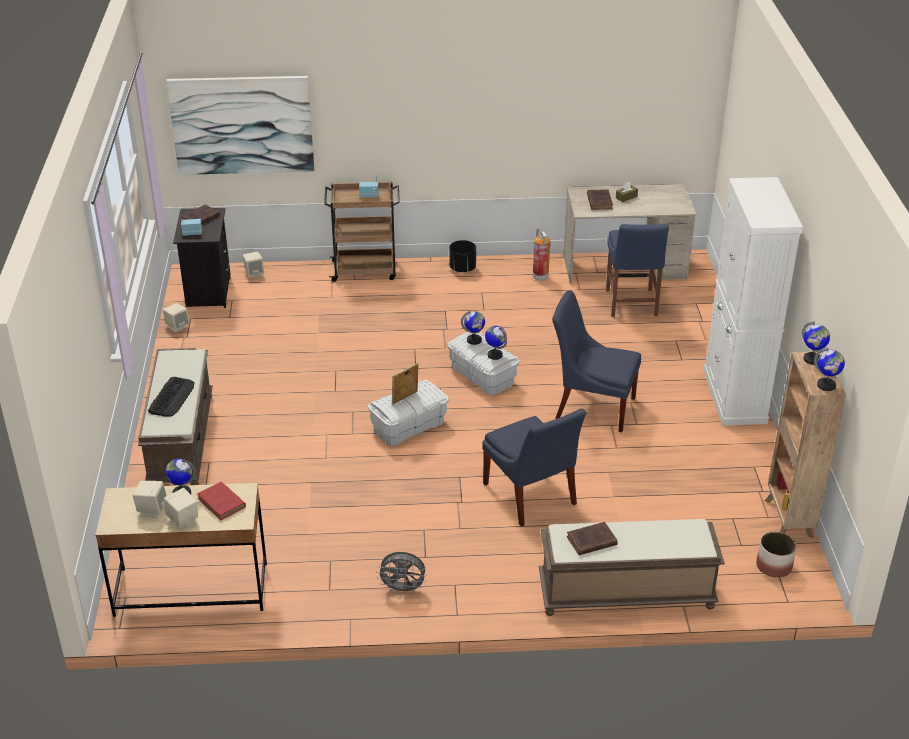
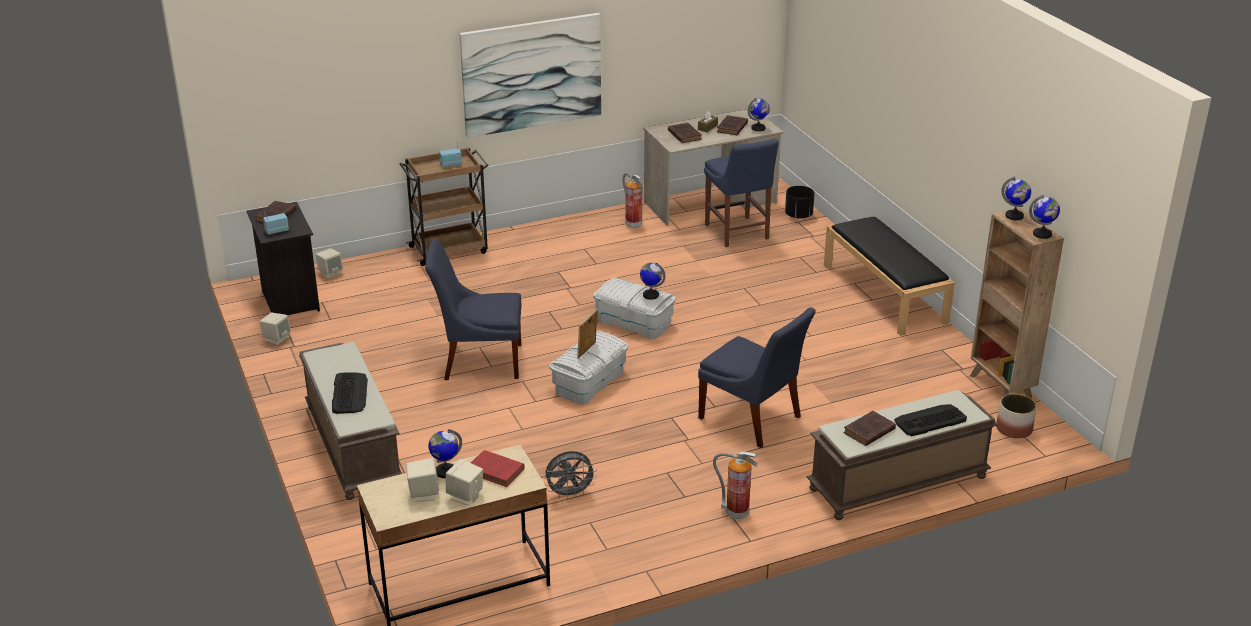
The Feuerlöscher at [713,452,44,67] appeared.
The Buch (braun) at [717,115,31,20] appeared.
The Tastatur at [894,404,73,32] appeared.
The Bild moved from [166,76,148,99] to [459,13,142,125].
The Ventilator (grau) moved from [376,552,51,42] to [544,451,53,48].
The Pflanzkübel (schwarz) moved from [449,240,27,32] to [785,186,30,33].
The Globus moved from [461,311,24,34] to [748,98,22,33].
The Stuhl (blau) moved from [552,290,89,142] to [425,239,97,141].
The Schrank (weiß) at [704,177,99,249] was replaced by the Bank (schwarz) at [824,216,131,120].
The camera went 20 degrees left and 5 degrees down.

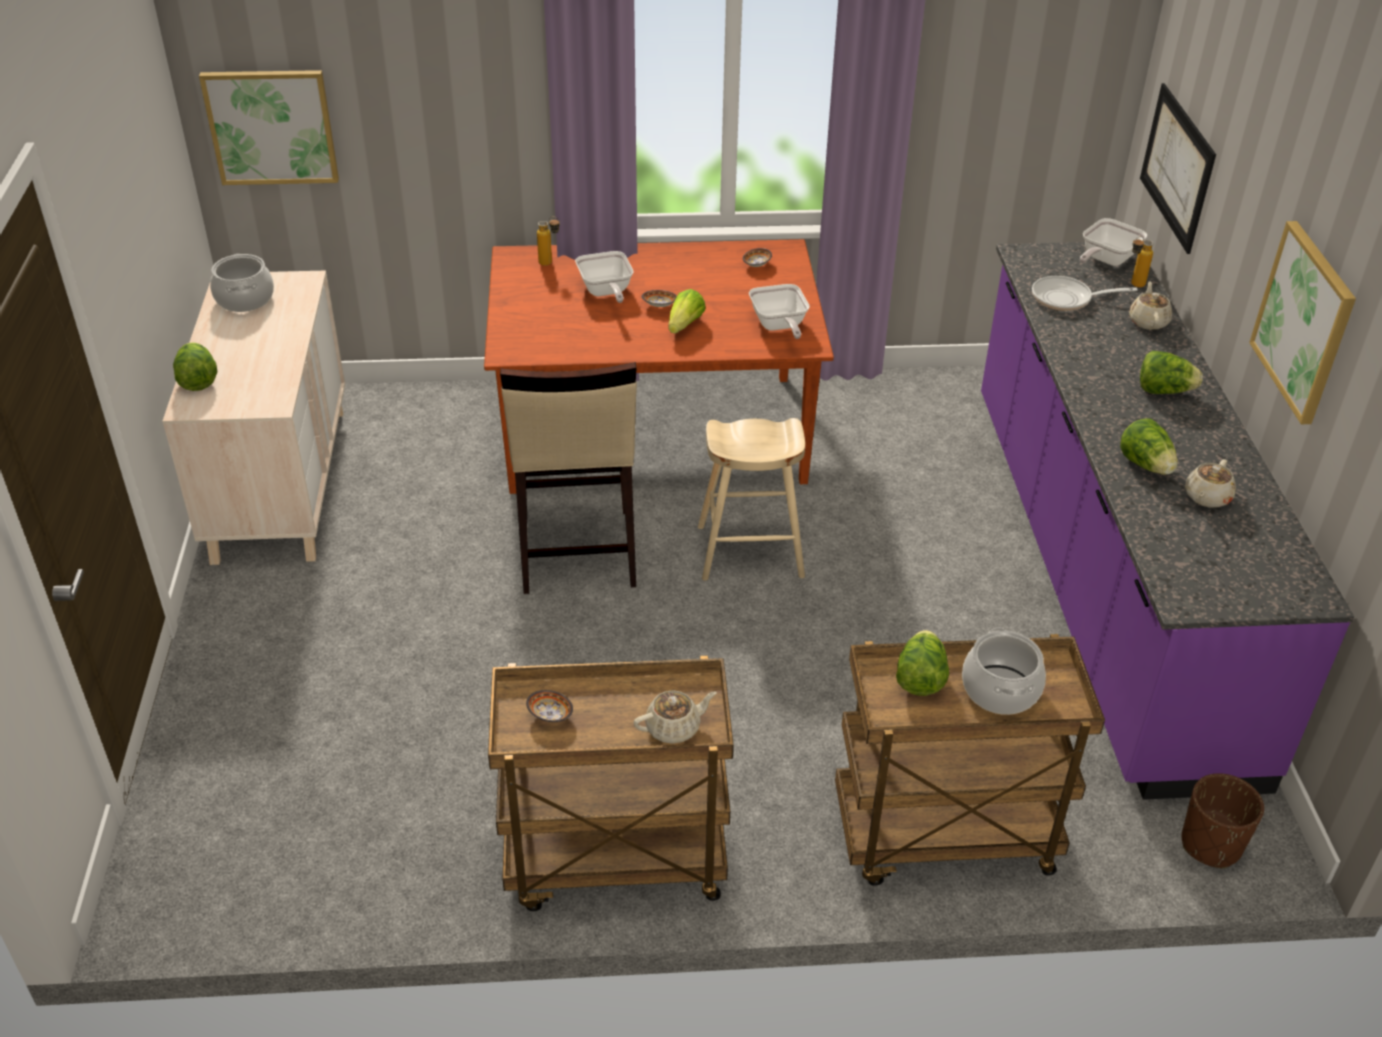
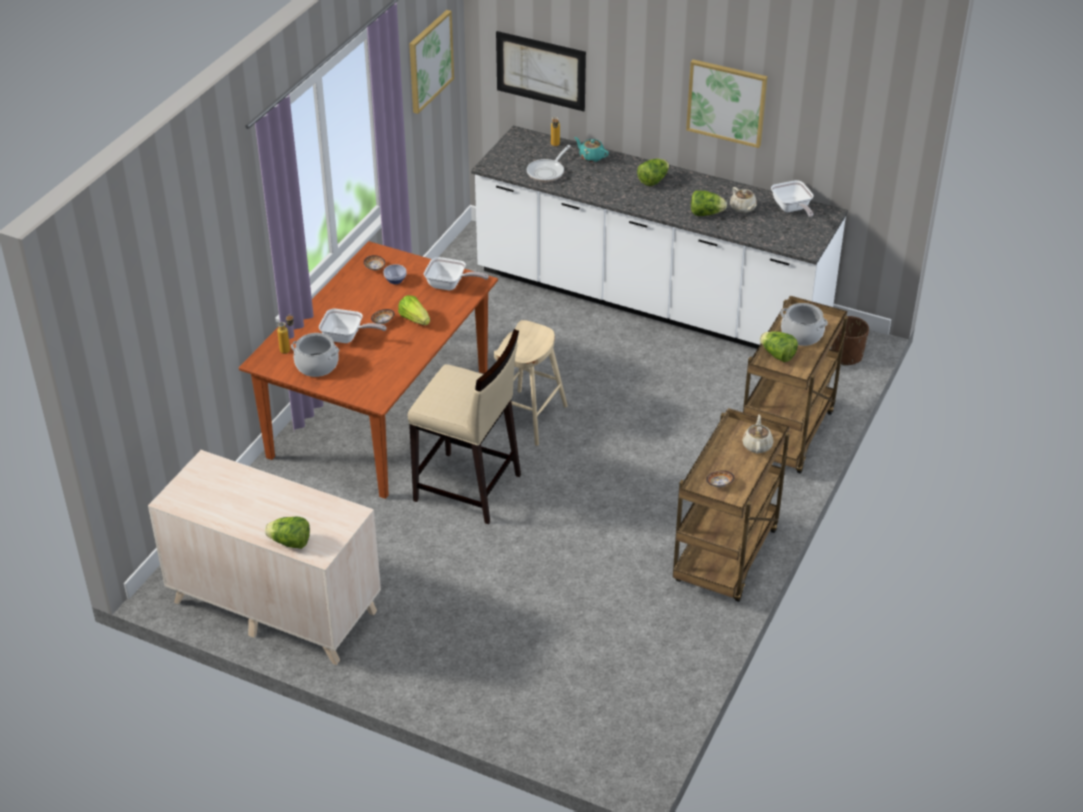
The Schüssel at [384,264,23,20] appeared.
The Bild moved from [199,70,140,115] to [409,10,45,104].
The Kochtopf moved from [210,254,64,58] to [291,333,49,44].
The Pfanne moved from [1080,218,67,48] to [771,180,43,37].
The Küchenzeile (lila) at [981,242,373,558] became the Küchenzeile (weiß) at [471,126,377,223].
The Teekanne (beige) at [1129,281,43,49] became the Teekanne (türkis) at [574,137,35,25].
The camera went 60 degrees left and 0 degrees up.

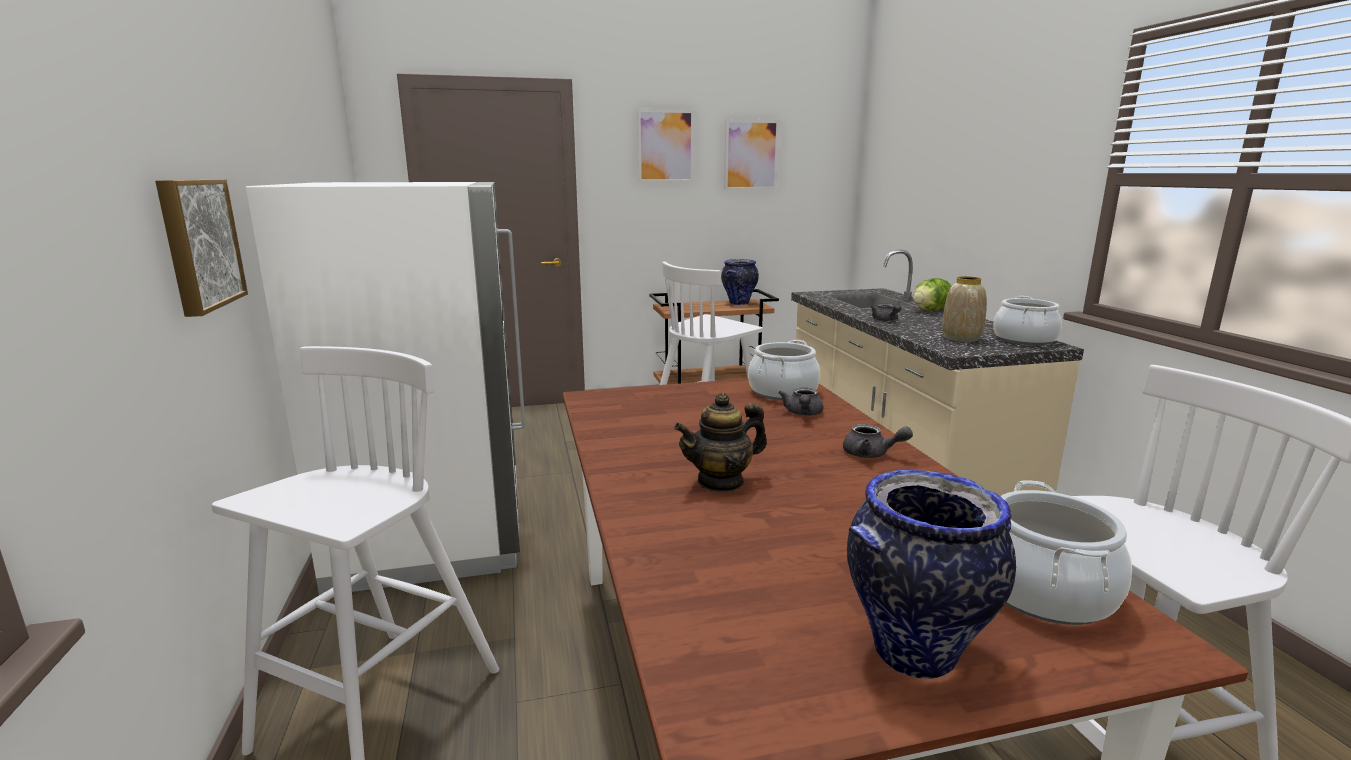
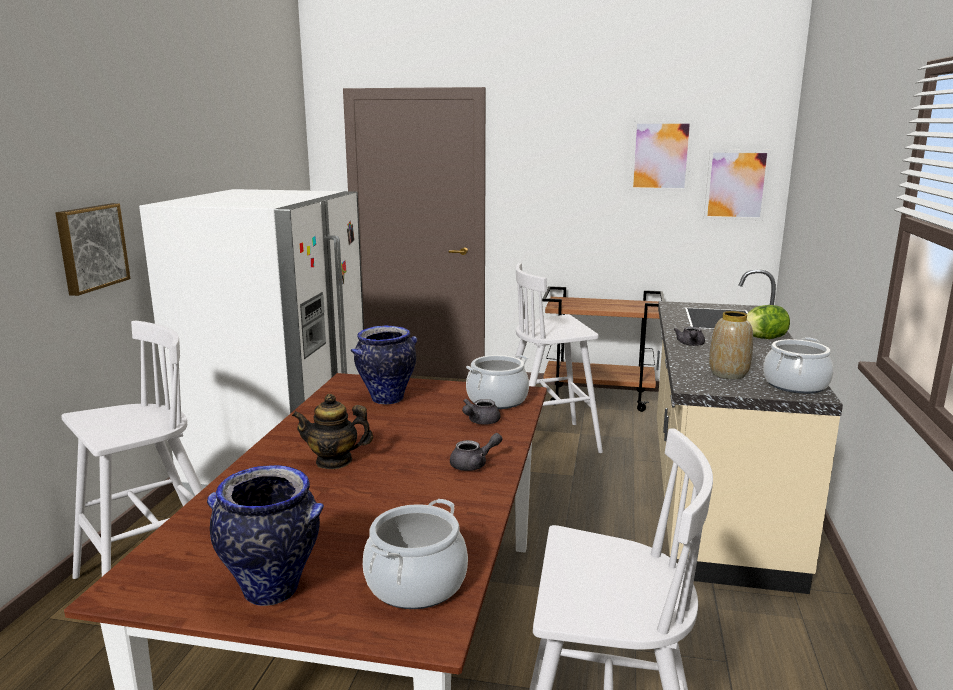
The Bild moved from [637,109,57,73] to [704,149,67,72].
The Vase moved from [721,259,38,46] to [351,325,66,80].
The Teekanne (grau) at [843,424,70,34] turned 75 degrees counterclockwise.
The camera went 25 degrees right and 0 degrees up.

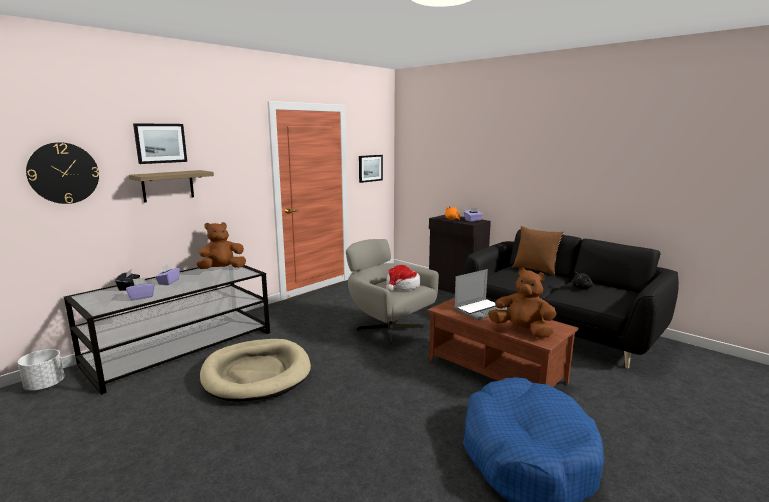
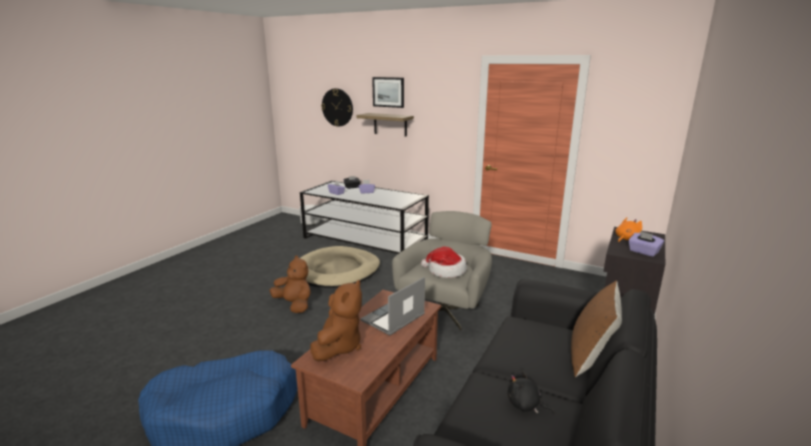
The Bild at [359,155,24,28] disappeared.
The Plüschtier (braun) moved from [196,222,50,47] to [270,255,40,58].
The Laptop at [454,269,54,51] turned 90 degrees clockwise.
The camera went 75 degrees right and 5 degrees up.

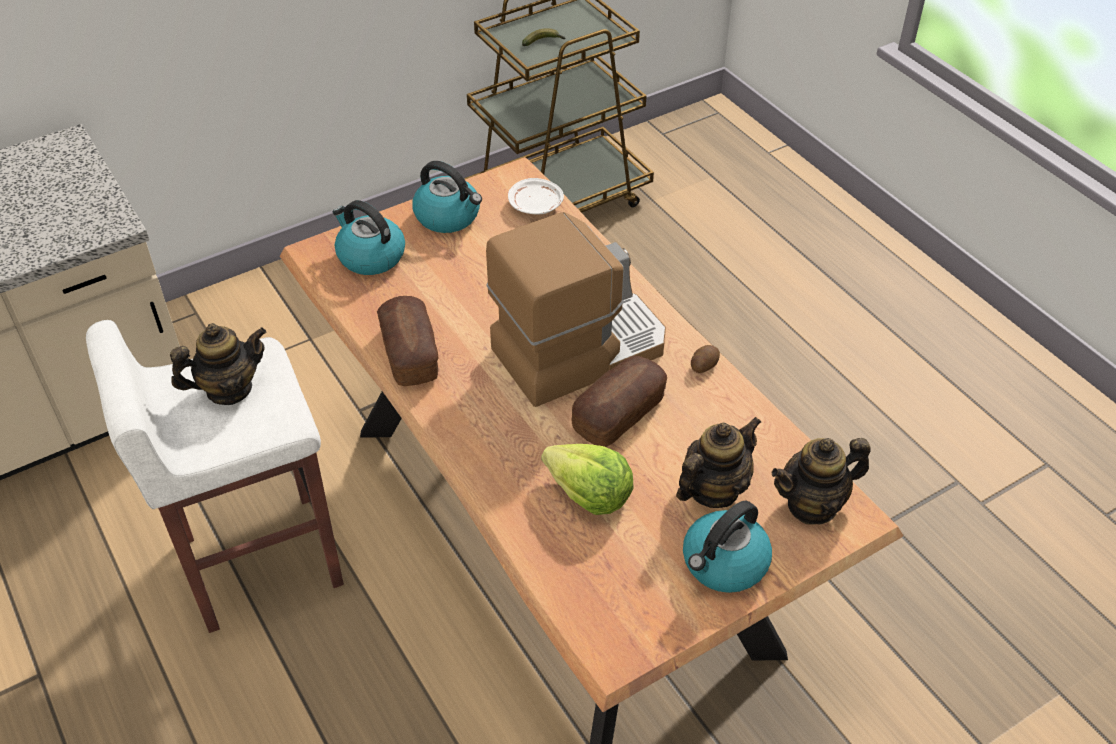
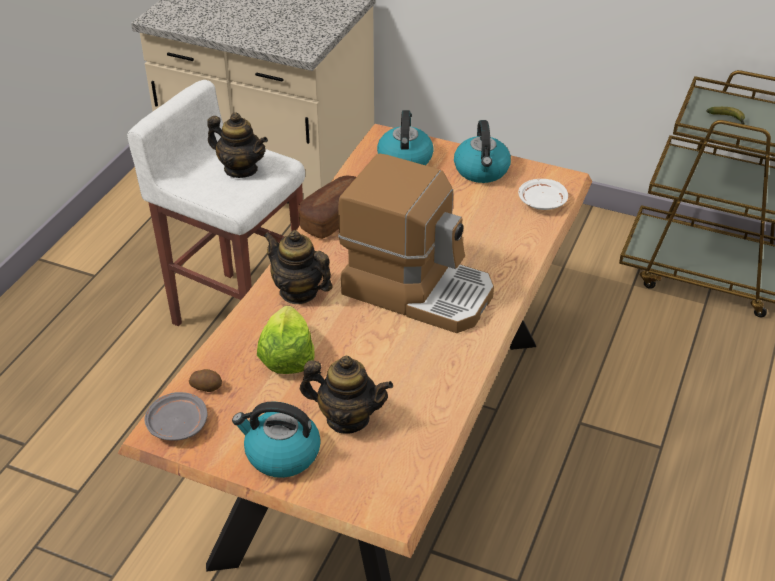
The Brot at [571,356,96,91] disappeared.
The Teller (grau) at [144,392,63,49] appeared.
The Kartoffel moved from [691,345,29,28] to [189,369,33,23].
The Teekanne moved from [772,438,99,87] to [263,230,70,74].
The camera went 55 degrees right and 5 degrees down.

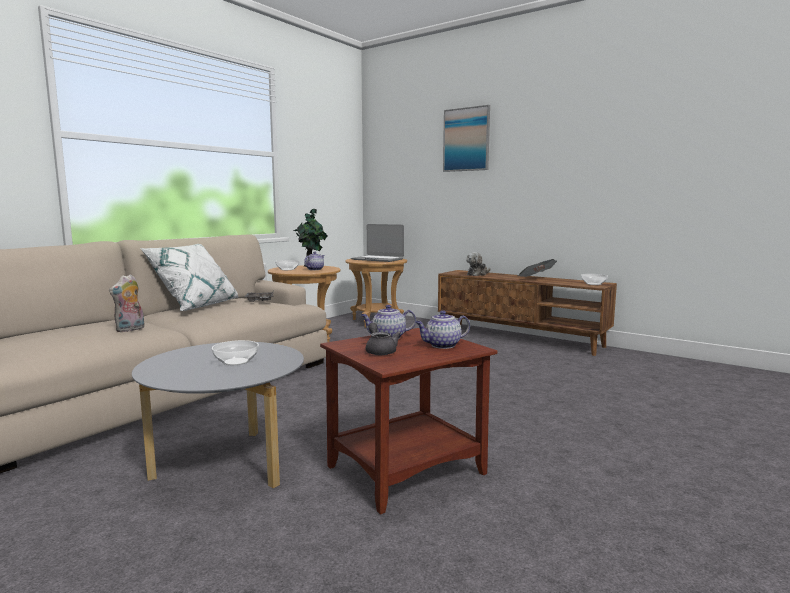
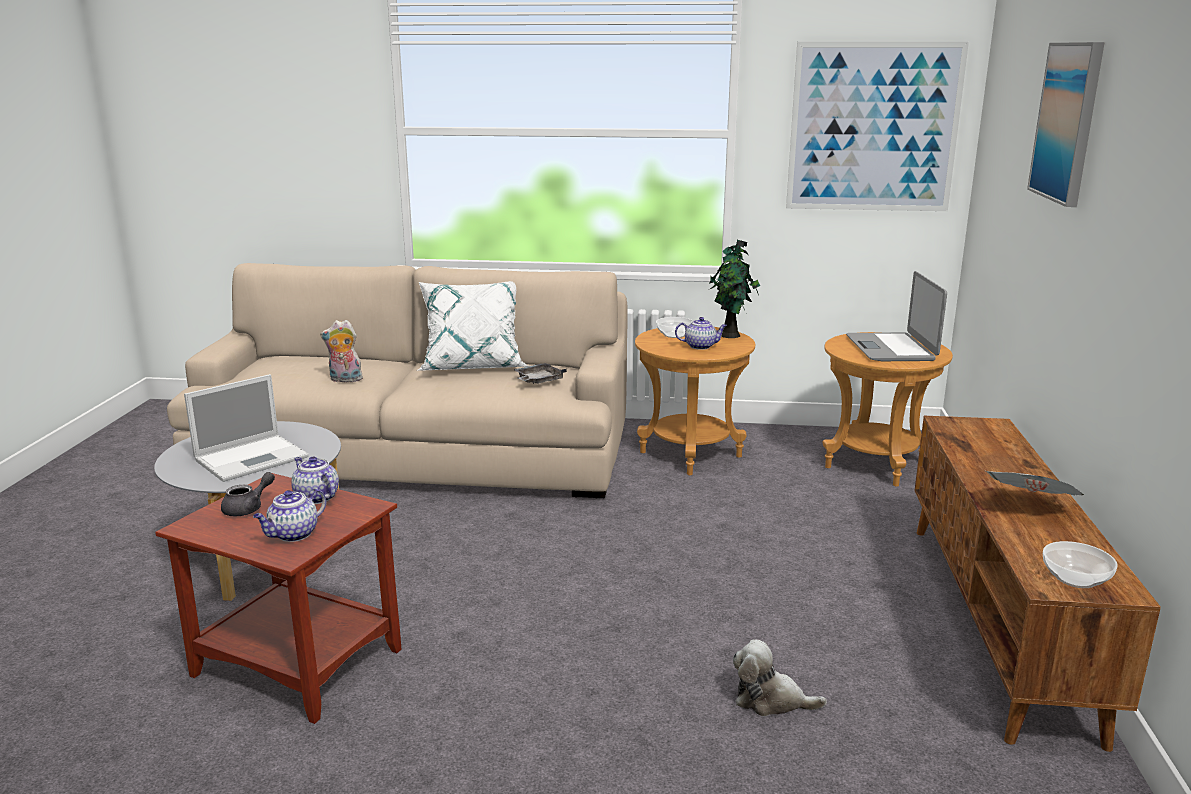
The Bild at [786,42,183,169] appeared.
The Plüschtier moved from [466,252,25,24] to [733,639,94,77].
The Schüssel at [212,340,47,25] was replaced by the Laptop at [184,374,125,108].
The Teekanne at [415,311,55,38] turned 90 degrees counterclockwise.
The camera went 60 degrees right and 10 degrees up.

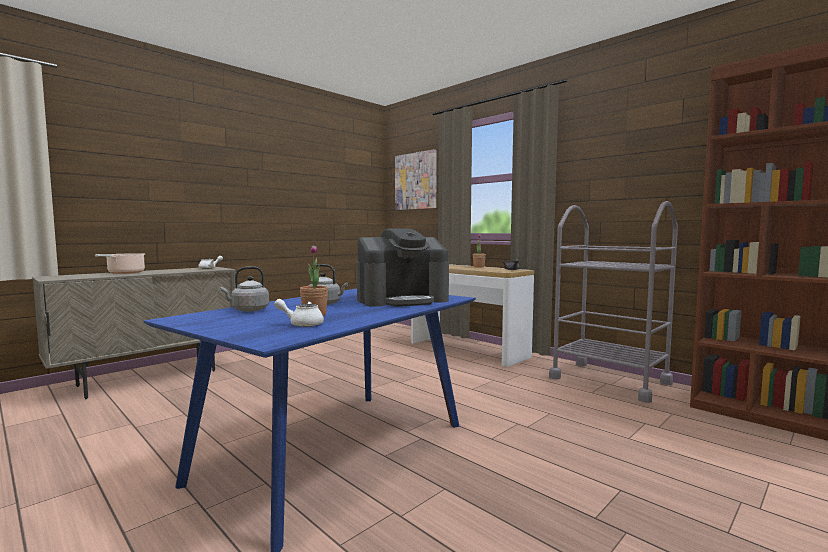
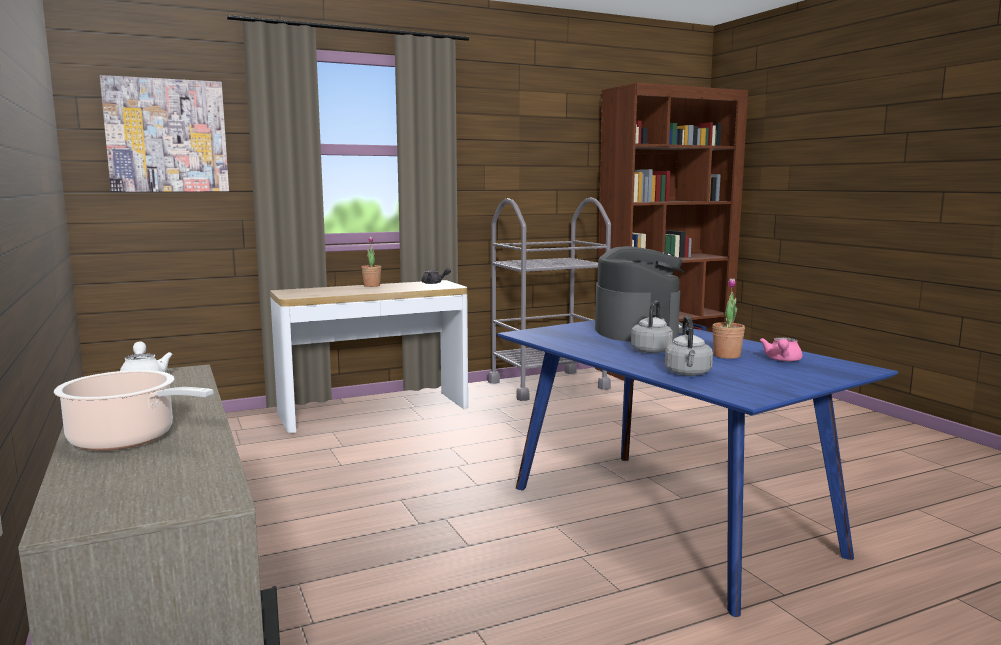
The Teekanne (weiß) at [274,299,50,28] became the Teekanne (rosa) at [760,337,42,25].
The camera went 70 degrees left and 5 degrees up.

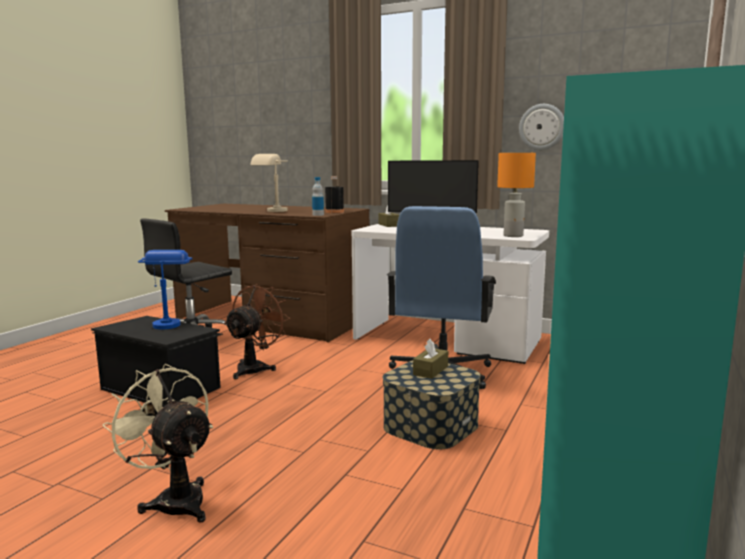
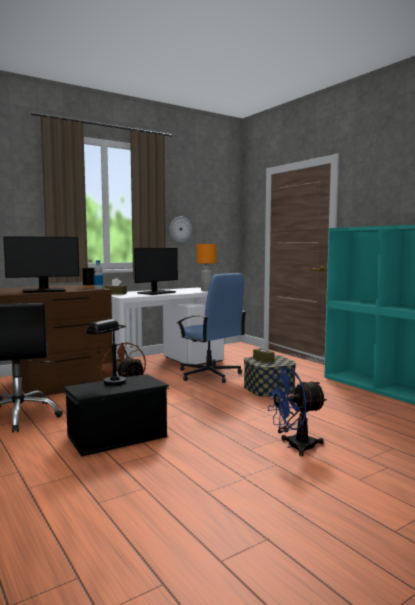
The Tischlampe (beige) at [250,154,37,58] was replaced by the Monitor at [3,236,76,57].
The Ventilator (beige) at [102,364,111,158] became the Ventilator (blau) at [265,368,62,88].
The Tischlampe (blau) at [138,250,54,79] became the Tischlampe (schwarz) at [86,319,40,67].
The camera went 60 degrees left and 5 degrees down.

